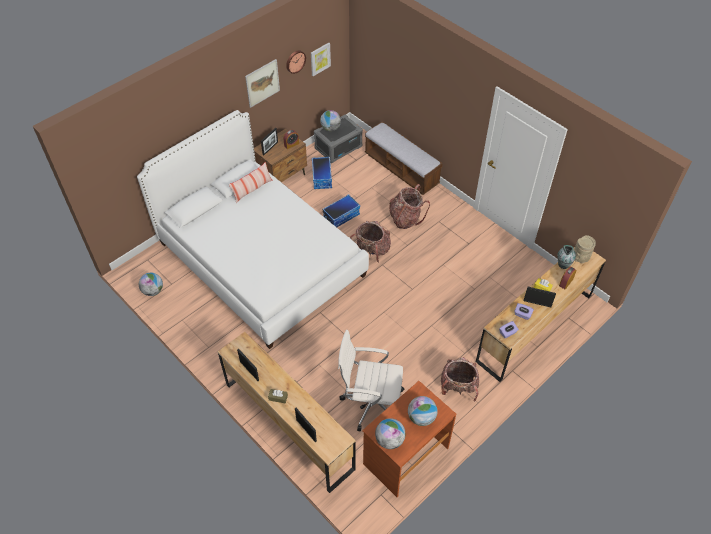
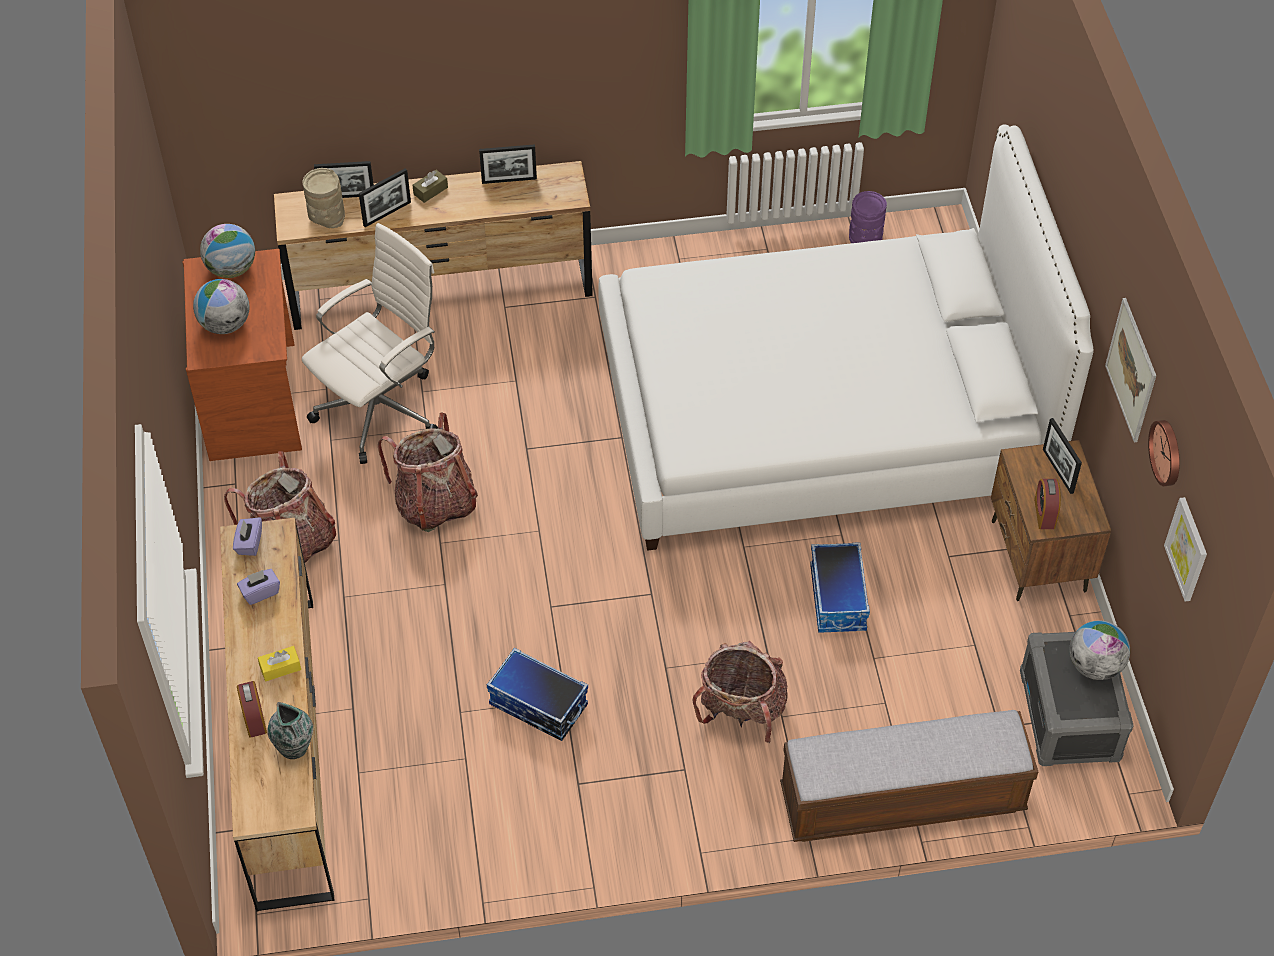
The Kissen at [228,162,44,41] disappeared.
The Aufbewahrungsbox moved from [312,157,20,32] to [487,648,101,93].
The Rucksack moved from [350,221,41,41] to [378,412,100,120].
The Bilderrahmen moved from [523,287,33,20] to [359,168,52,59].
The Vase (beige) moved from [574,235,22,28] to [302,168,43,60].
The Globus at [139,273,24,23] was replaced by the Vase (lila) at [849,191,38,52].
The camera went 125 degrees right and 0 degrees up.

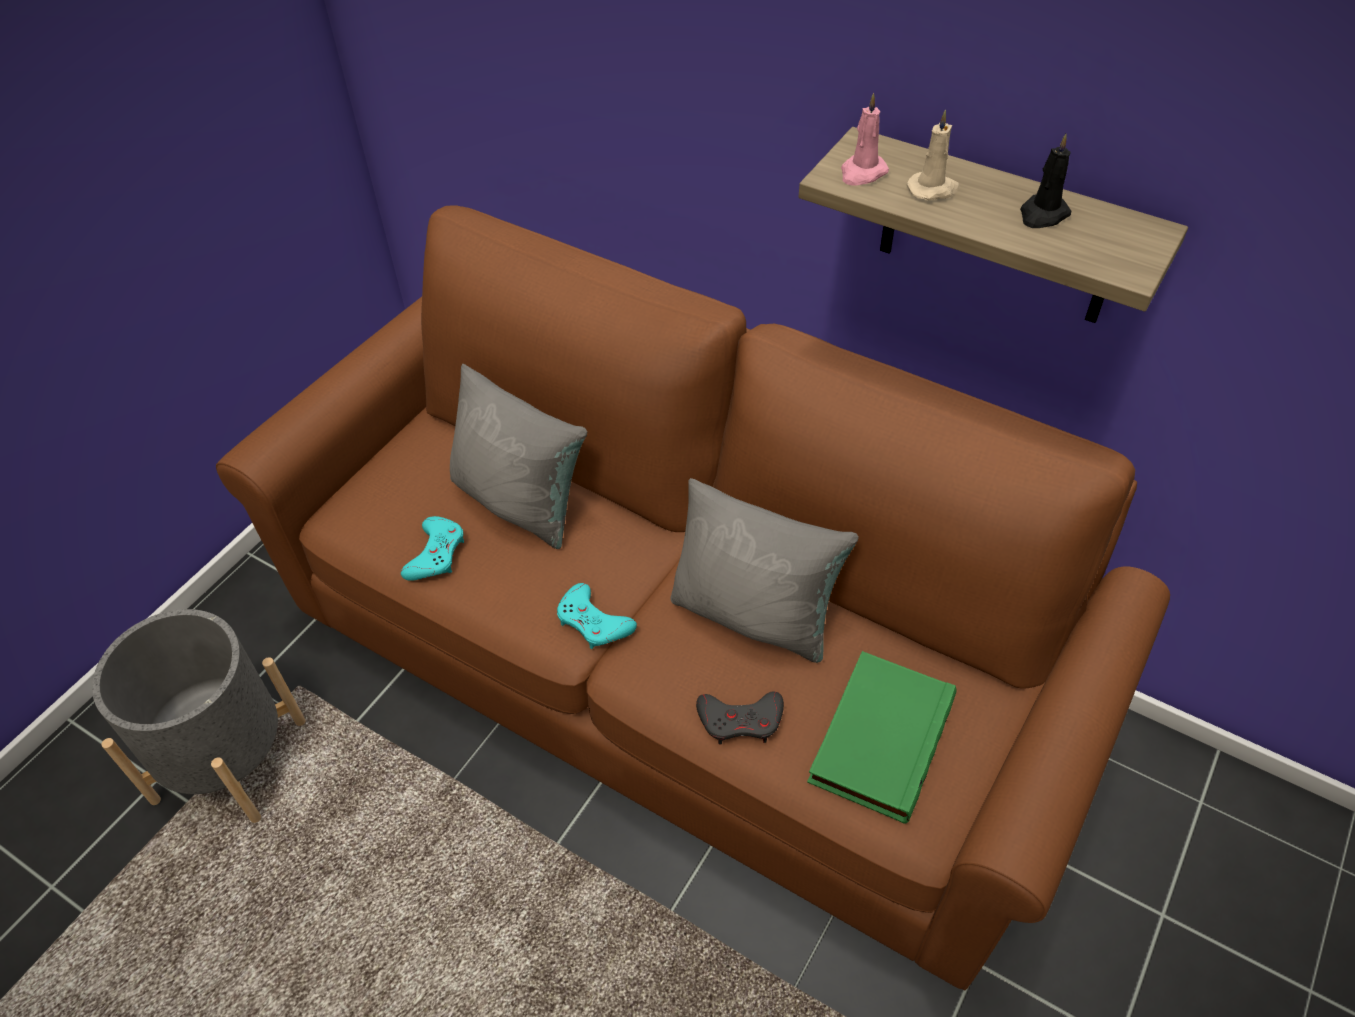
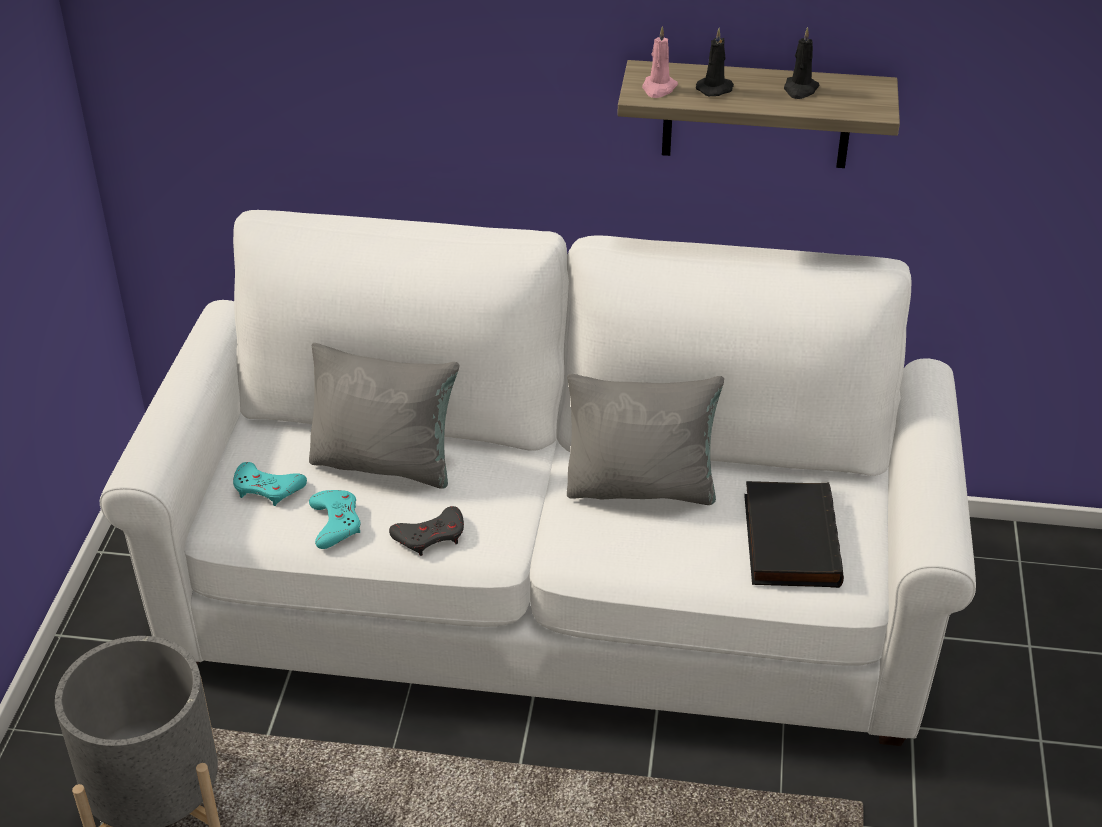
The Gamepad (türkis) moved from [557,583,80,66] to [233,462,74,44].
The Gamepad (grau) moved from [696,692,88,53] to [389,506,75,50].
The Sofa (braun) at [216,205,954,785] became the Sofa (weiß) at [100,210,876,536].
The Buch (grün) at [807,651,150,173] became the Buch (schwarz) at [744,481,100,107].
The Kerze (beige) at [906,110,54,90] became the Kerze (schwarz) at [696,28,38,68].
The camera went 25 degrees left and 10 degrees down.

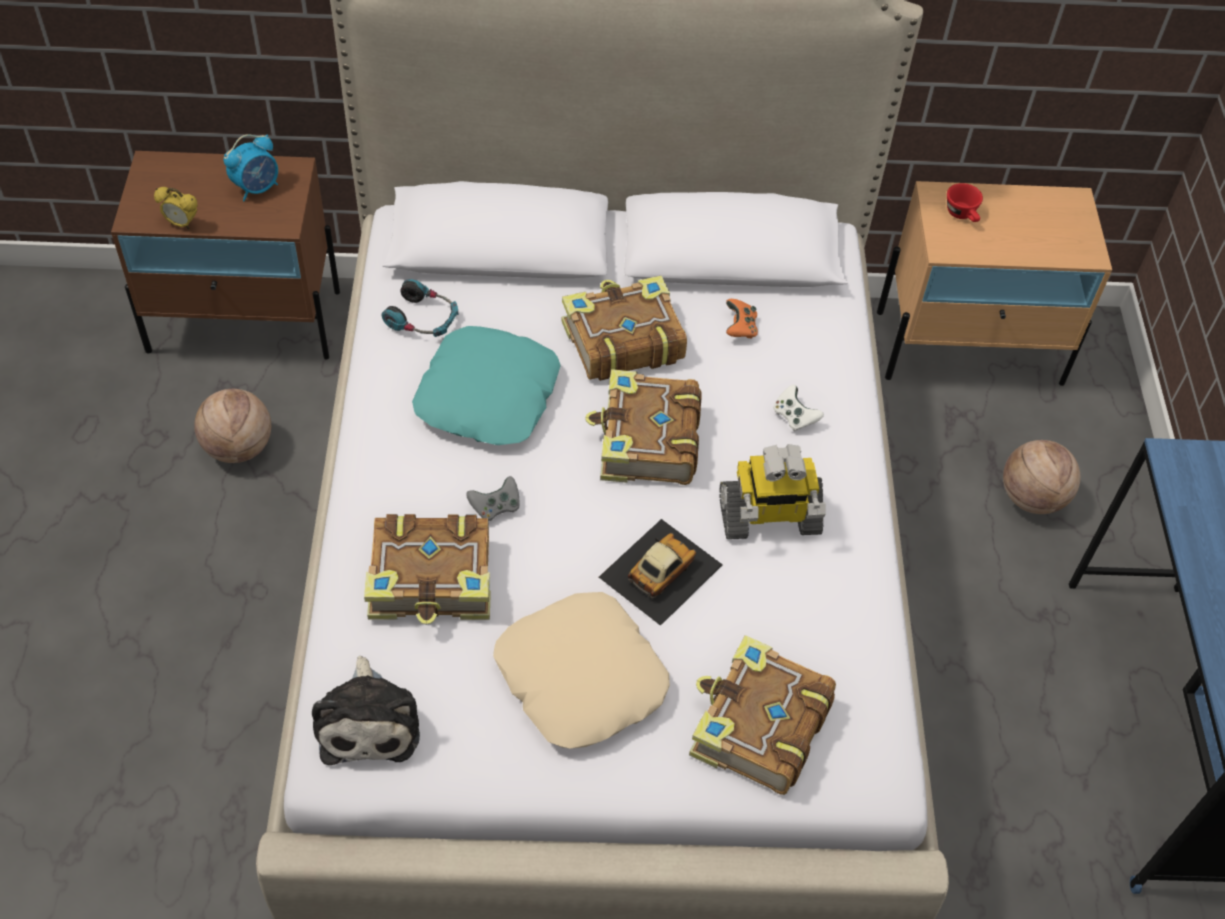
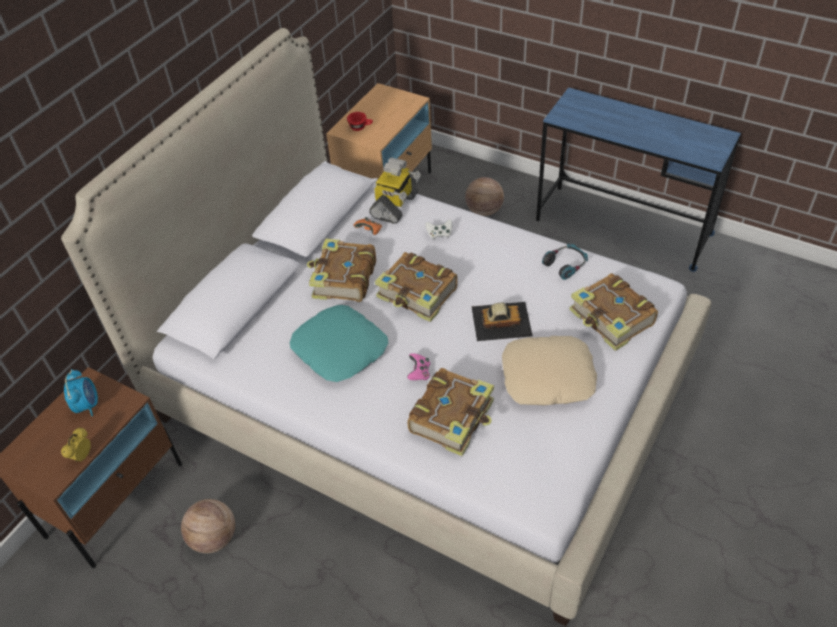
The Plüschtier at [312,656,108,109] disappeared.
The Kopfhörer moved from [382,279,76,58] to [542,244,46,36].
The Spielzeugroboter moved from [719,444,107,95] to [369,157,52,67].
The Gamepad (grau) at [466,476,53,45] became the Gamepad (rosa) at [407,353,23,27].
The Wecker at [154,187,44,42] turned 150 degrees clockwise.
The Spielzeugauto at [599,519,124,107] turned 105 degrees clockwise.
The camera went 55 degrees left and 5 degrees down.

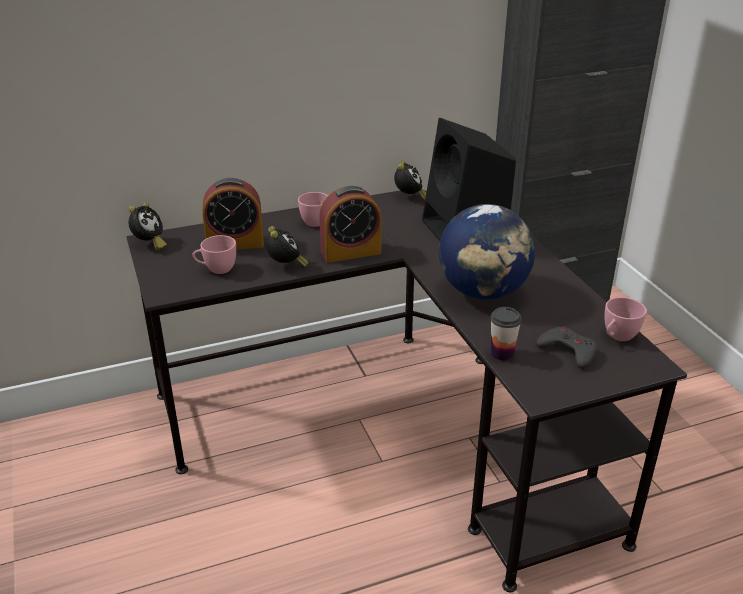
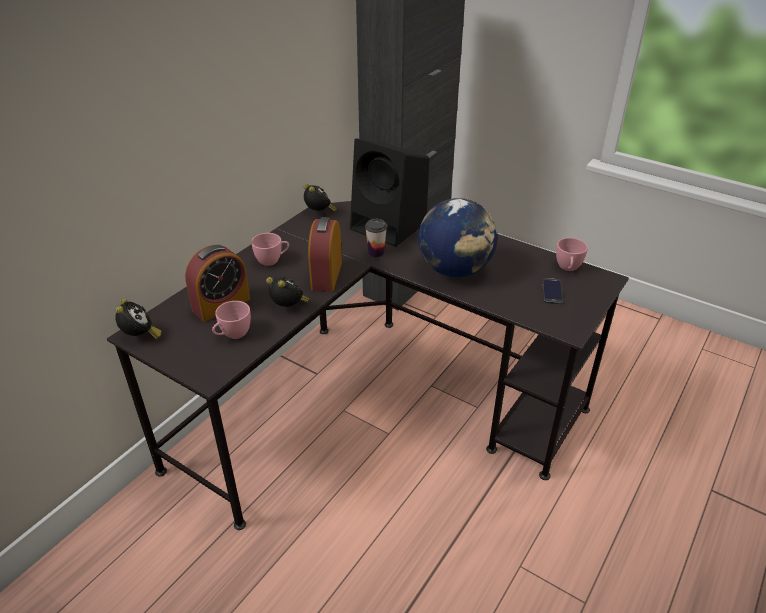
The Tasse moved from [490,307,32,54] to [365,219,22,38].
The Gamepad (grau) at [536,326,61,43] was replaced by the Handy at [542,278,21,26].
The Wecker at [319,186,62,77] turned 150 degrees clockwise.
The camera went 35 degrees left and 5 degrees up.

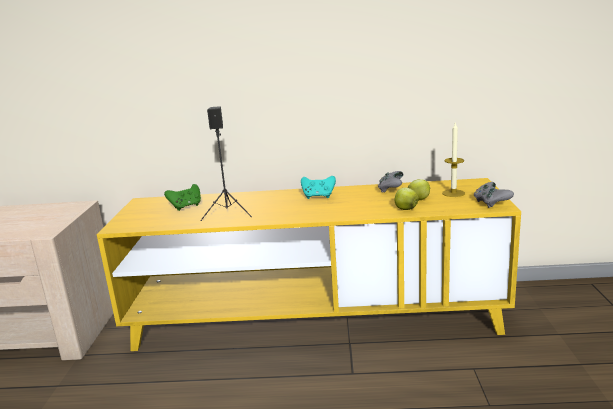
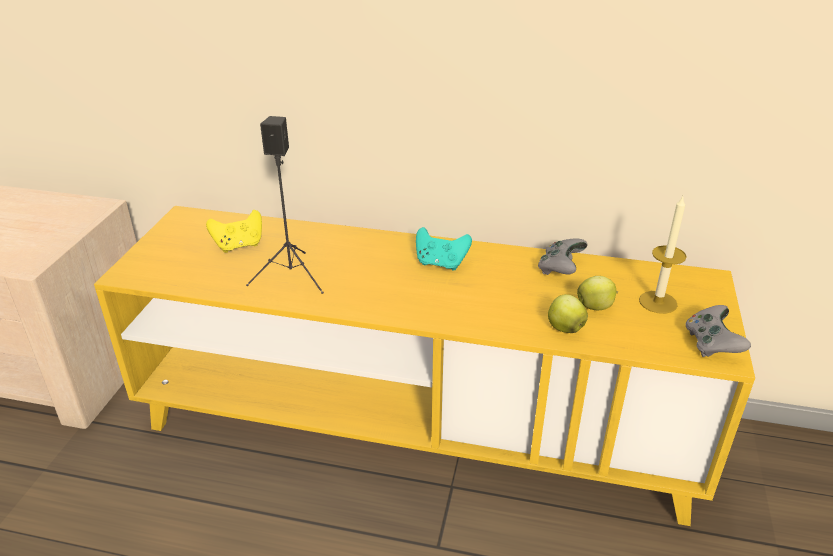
The Gamepad (grün) at [164,184,37,27] became the Gamepad (gelb) at [206,210,56,43].
The camera went 10 degrees right and 15 degrees up.

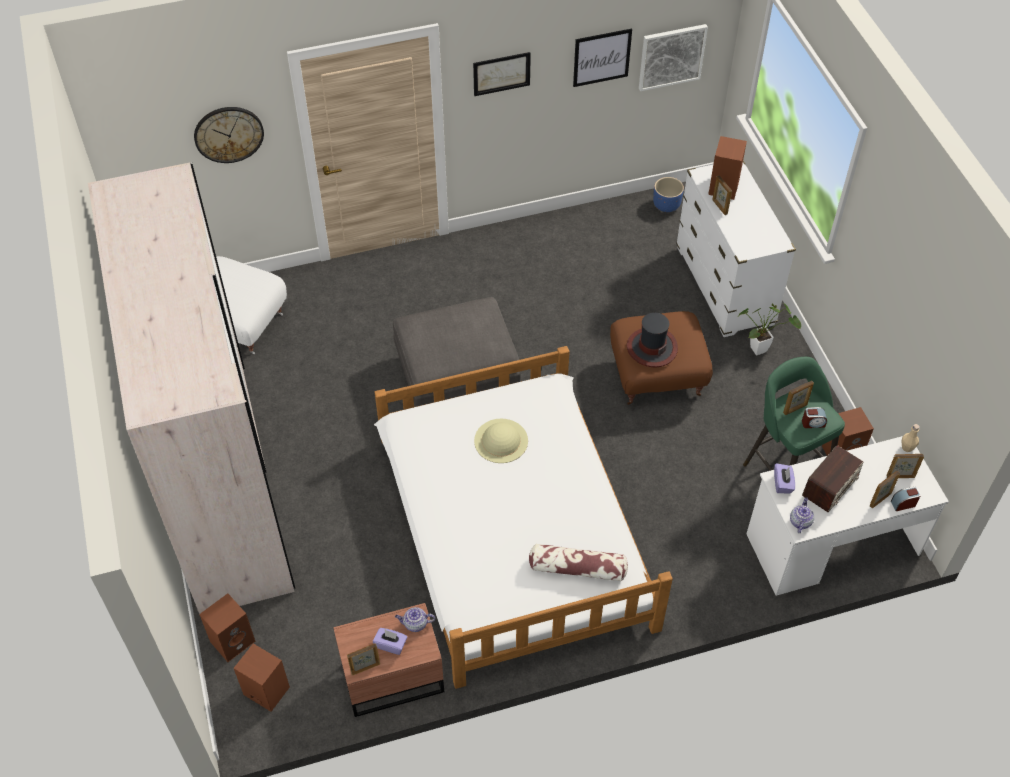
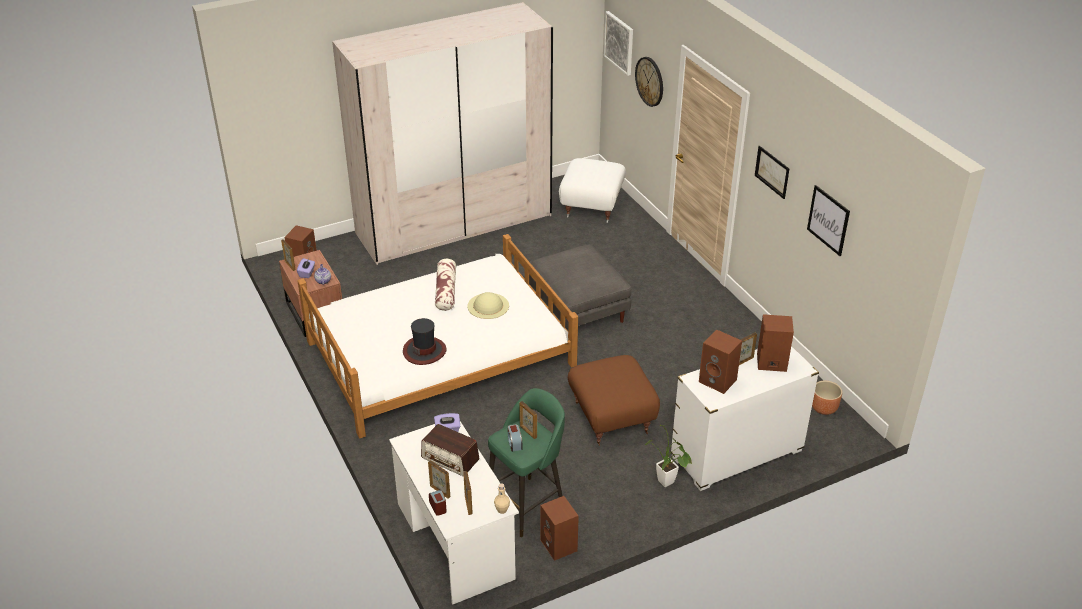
The Teekanne at [790,497,24,36] disappeared.
The Lautsprecher (braun) moved from [199,593,56,69] to [699,329,43,65].
The Kissen moved from [529,543,99,39] to [435,259,21,52].
The Hut moved from [627,313,51,54] to [403,318,44,47].
The Bild moved from [639,24,69,67] to [604,11,29,65].
The Pflanzkübel (blau) at [653,177,31,35] became the Pflanzkübel (braun) at [812,381,30,34].
The camera went 80 degrees right and 15 degrees down.

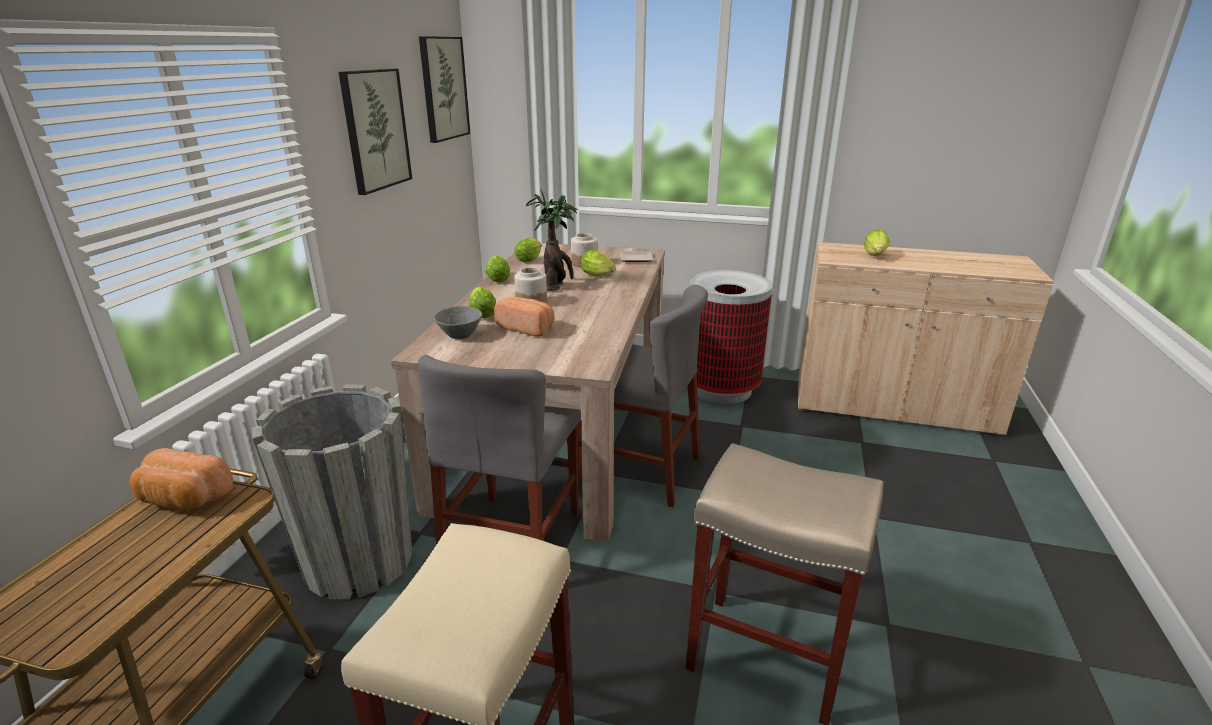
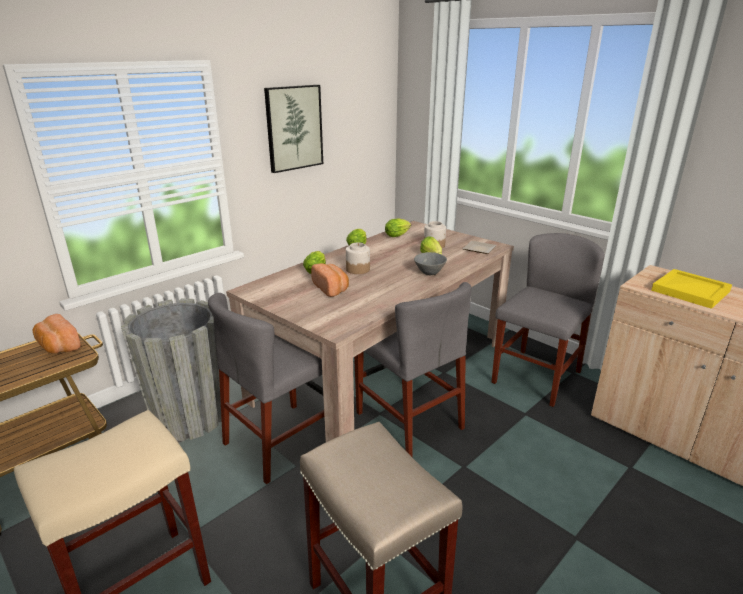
The Bild at [419,36,51,107] disappeared.
The Topfpflanze at [526,189,52,102] disappeared.
The Schüssel (grau) moved from [434,306,48,33] to [414,252,33,23].
The Mülleimer at [690,270,82,134] was replaced by the Stuhl (grau) at [492,233,113,174].
The Salatkopf at [864,229,26,27] was replaced by the Tablett (gelb) at [651,269,81,40].
The camera went 30 degrees right and 0 degrees up.

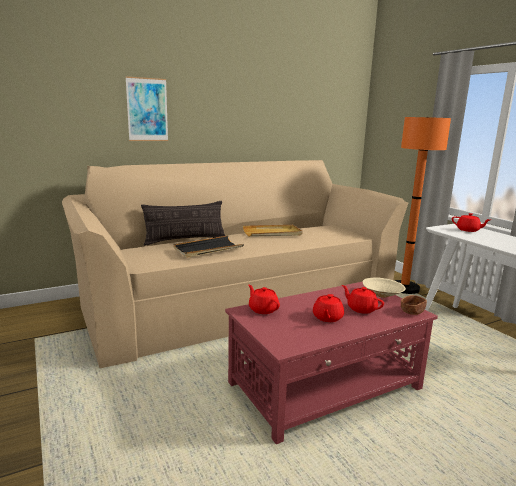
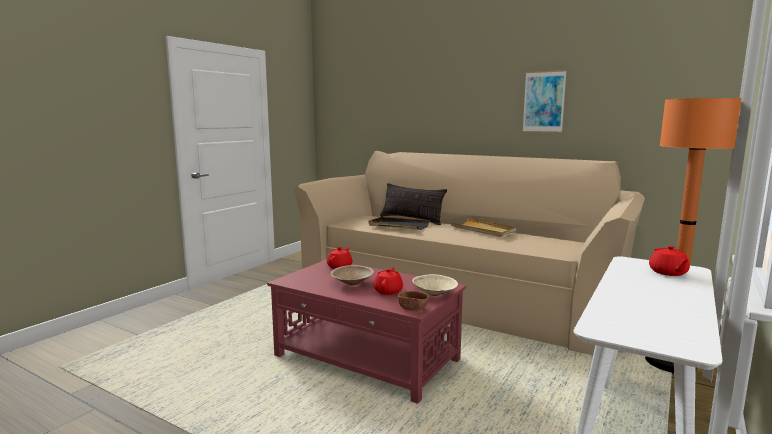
The Bild moved from [125,76,43,65] to [523,70,44,63].
The Teekanne (rot) at [313,294,31,28] was replaced by the Schüssel (beige) at [331,265,43,20].
The camera went 60 degrees right and 5 degrees down.

